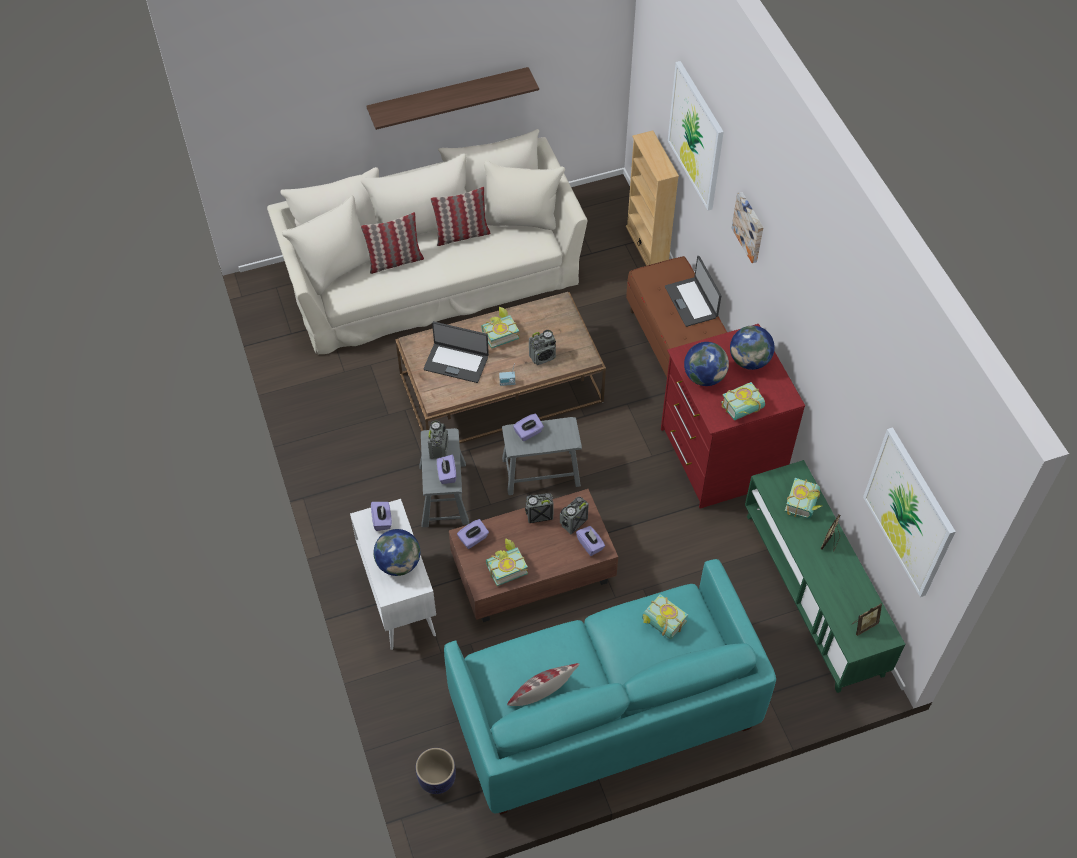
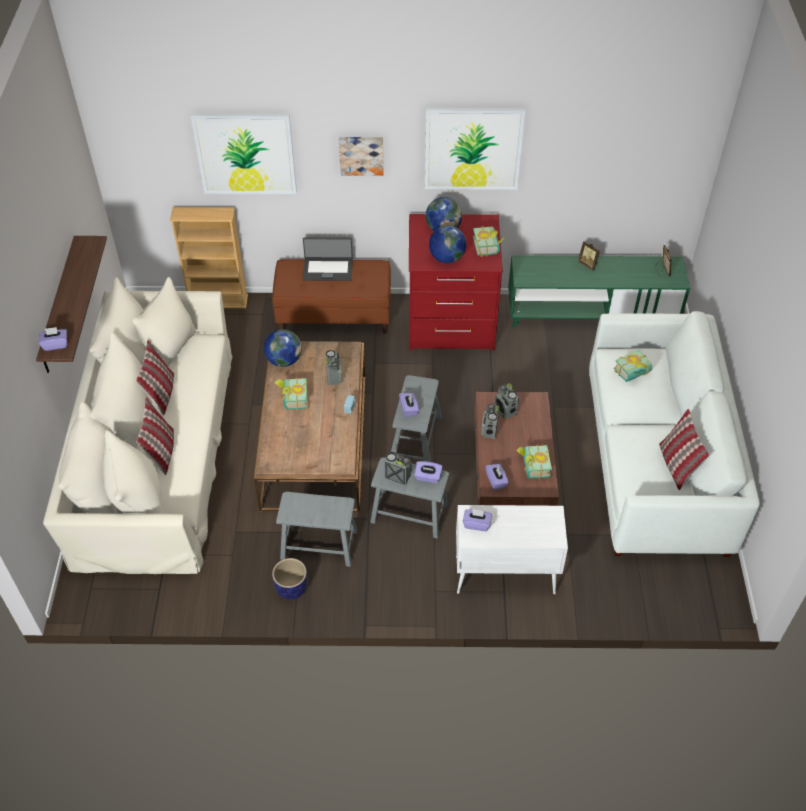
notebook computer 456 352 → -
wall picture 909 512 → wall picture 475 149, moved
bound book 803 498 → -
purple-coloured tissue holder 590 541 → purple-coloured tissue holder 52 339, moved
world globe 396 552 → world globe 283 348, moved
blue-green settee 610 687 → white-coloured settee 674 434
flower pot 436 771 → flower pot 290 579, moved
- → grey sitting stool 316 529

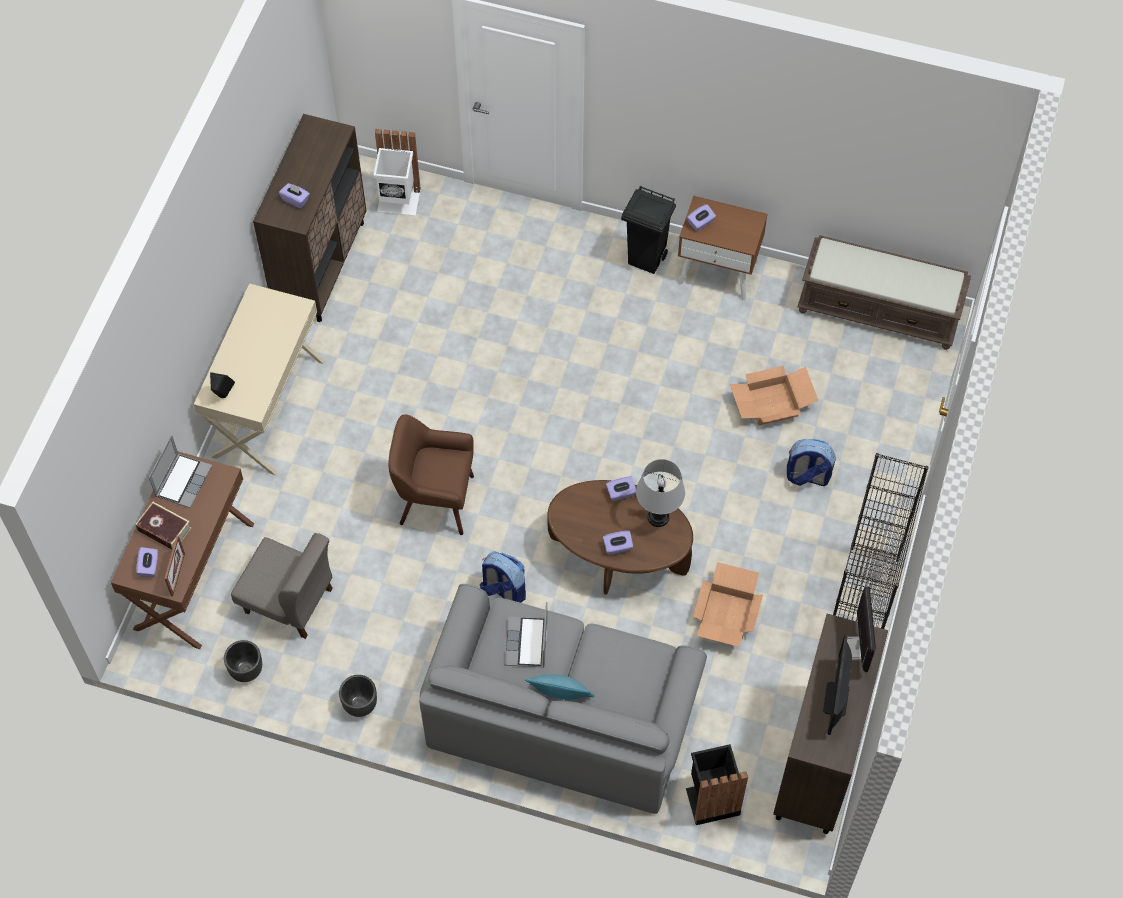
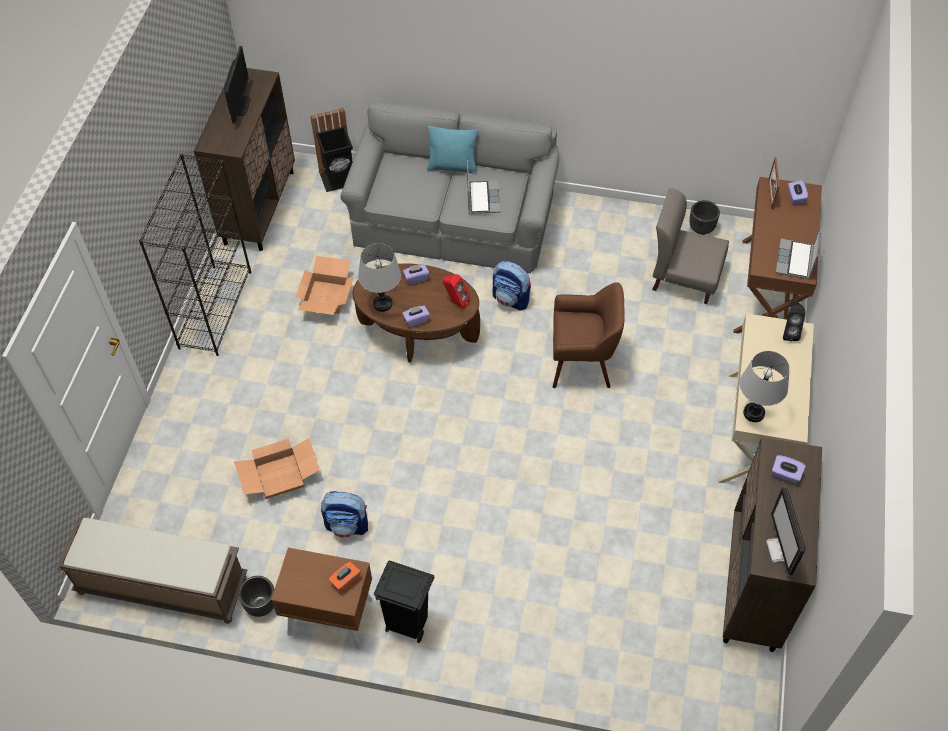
white-coloured trash can 397 172 → -
purple-coloured tissue holder 701 217 → orange tissue holder 345 577
knapsack 811 462 → knapsack 344 514, moved
bound book 163 526 → -
monitor 861 629 → monitor 786 531, moved
blackish flower pot 358 696 → blackish flower pot 256 596, moved
- → red-coloured audio speaker 456 291
- → grey table lamp 765 386

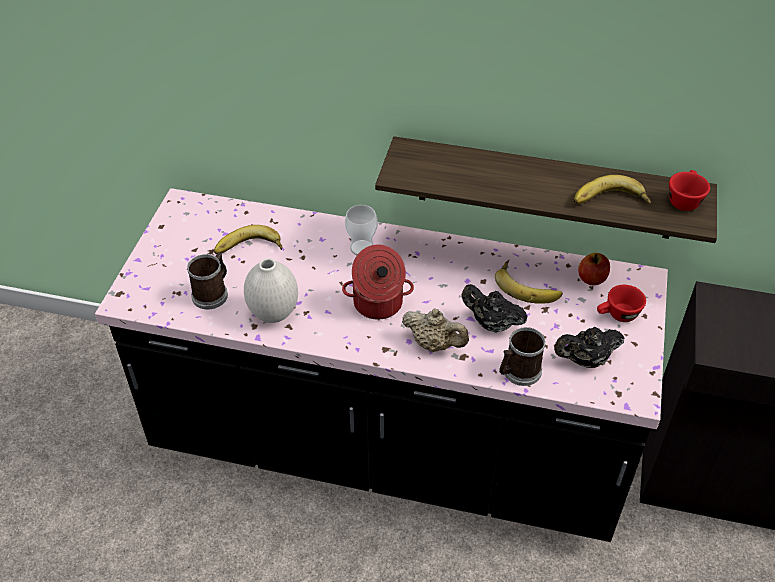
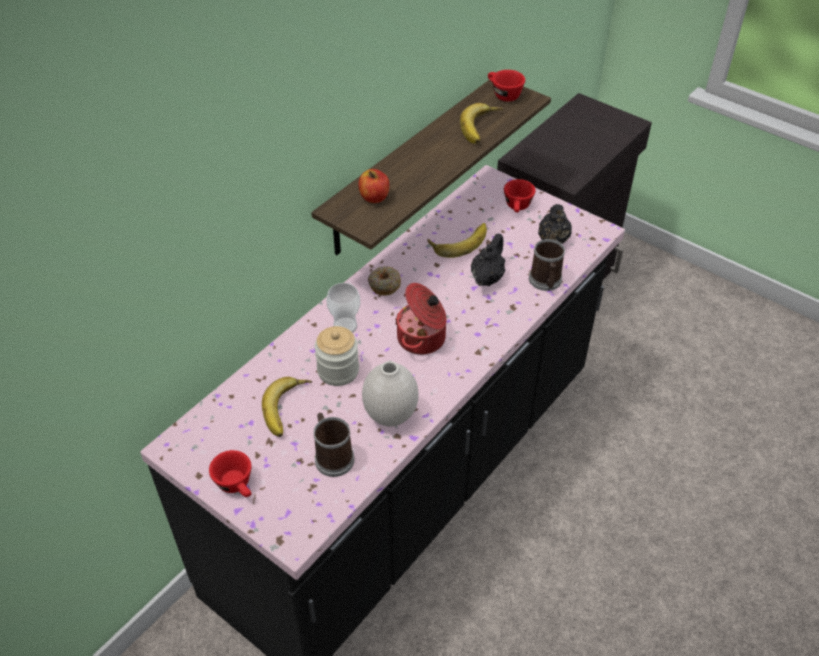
whole apple 594 269 → whole apple 374 186, moved
blackish tea pot 494 308 → blackish tea pot 488 259, 150 degrees clockwise
beige-coloured tea pot 435 330 → -
- → donut 384 281
- → preserve jar 336 356
- → red-coloured cup 230 473

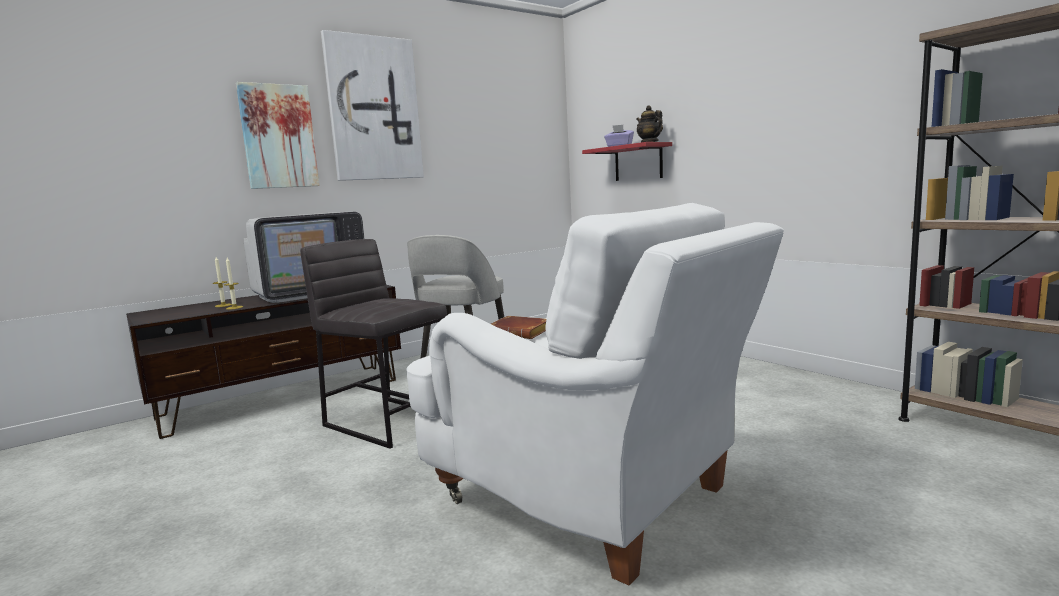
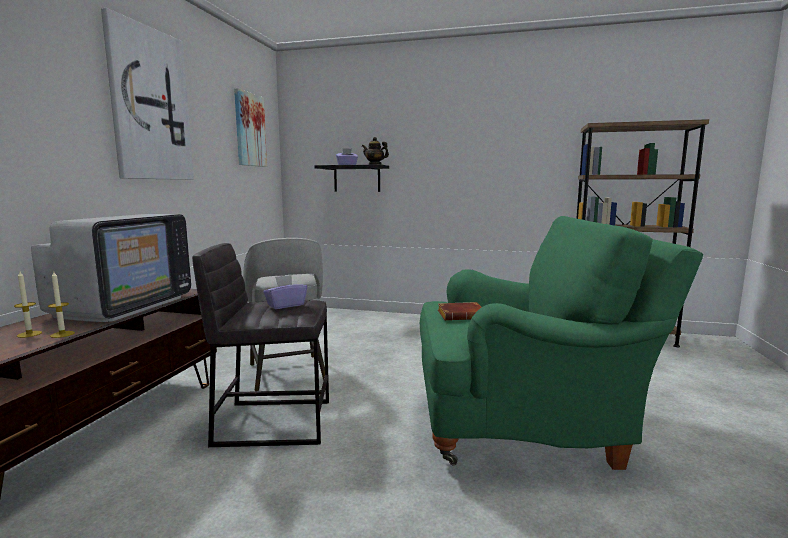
wall picture 278 135 → wall picture 250 127, moved
red-coloured wall shelf 627 161 → blackish wall shelf 351 178
white-coloured easy chair 595 394 → green-coloured easy chair 561 343
- → purple-coloured tissue holder 285 292

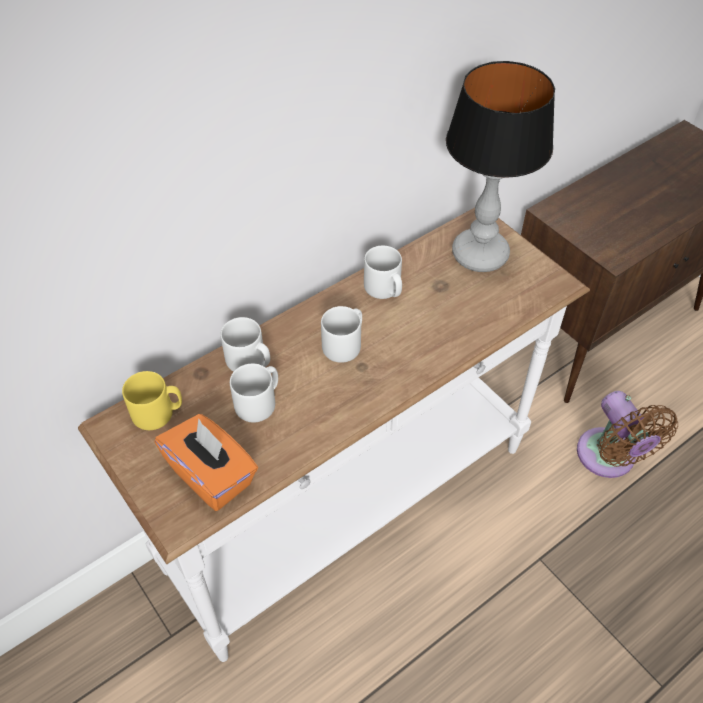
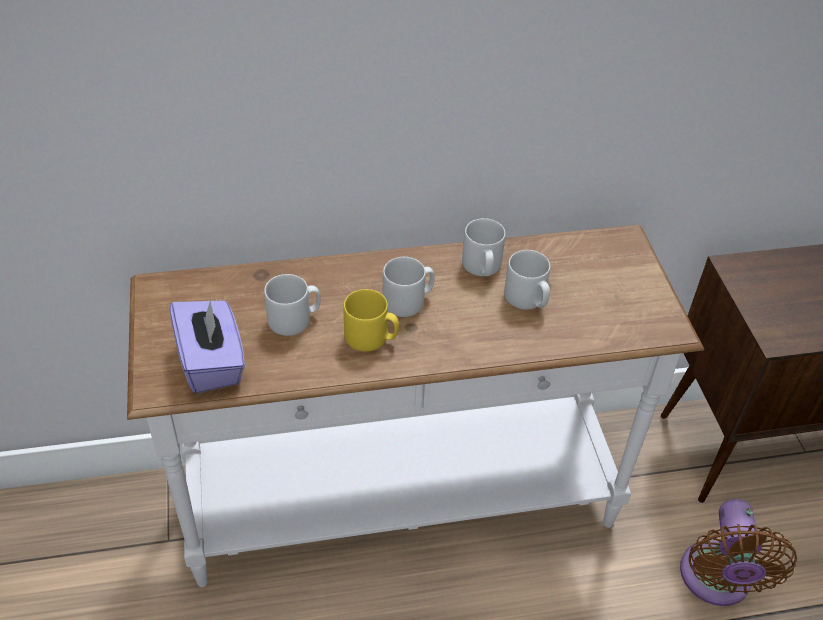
table lamp 500 166 → -
grey mug 245 344 → grey mug 527 280, moved
yellow-coloured mug 152 400 → yellow-coloured mug 371 320, moved
orange tissue holder 206 462 → purple-coloured tissue holder 207 346

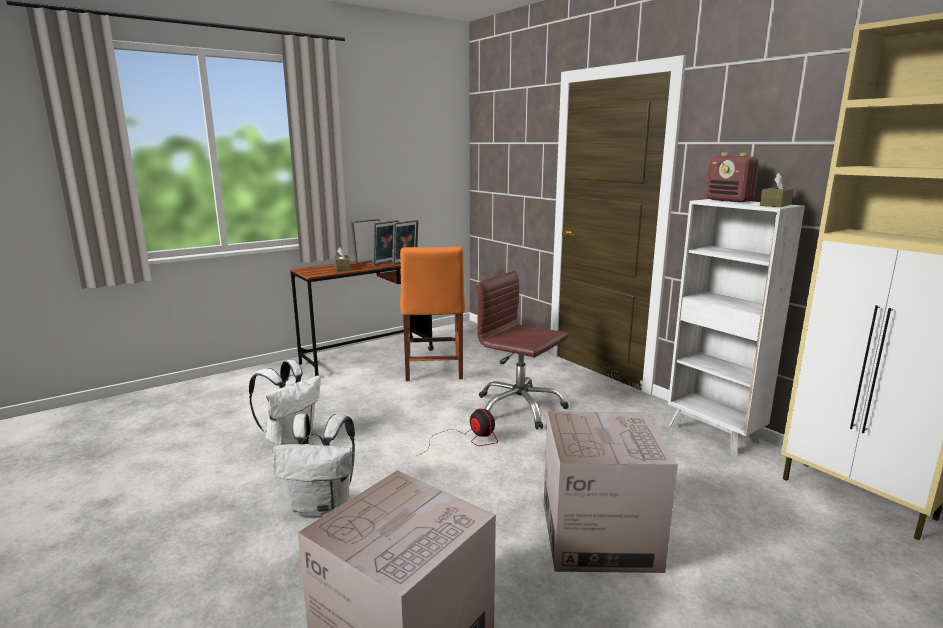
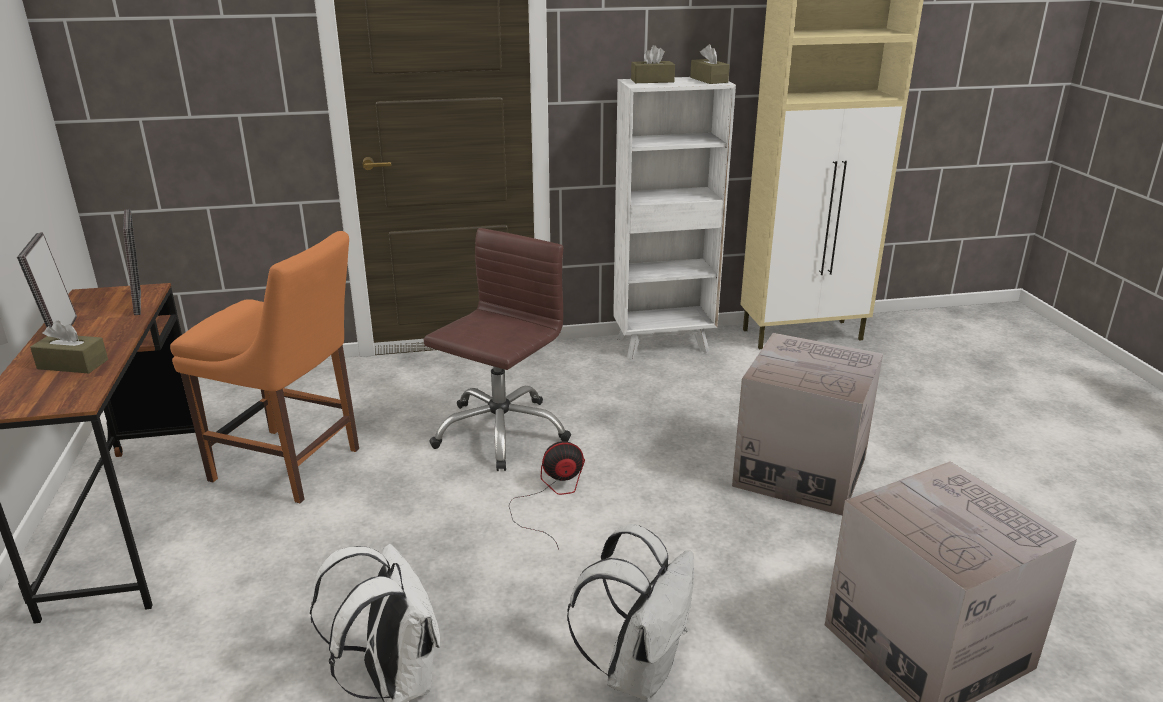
radio set 732 177 → brown tissue holder 653 64
picture frame 386 242 → -
brown desk chair 523 350 → brown desk chair 497 349, 150 degrees clockwise

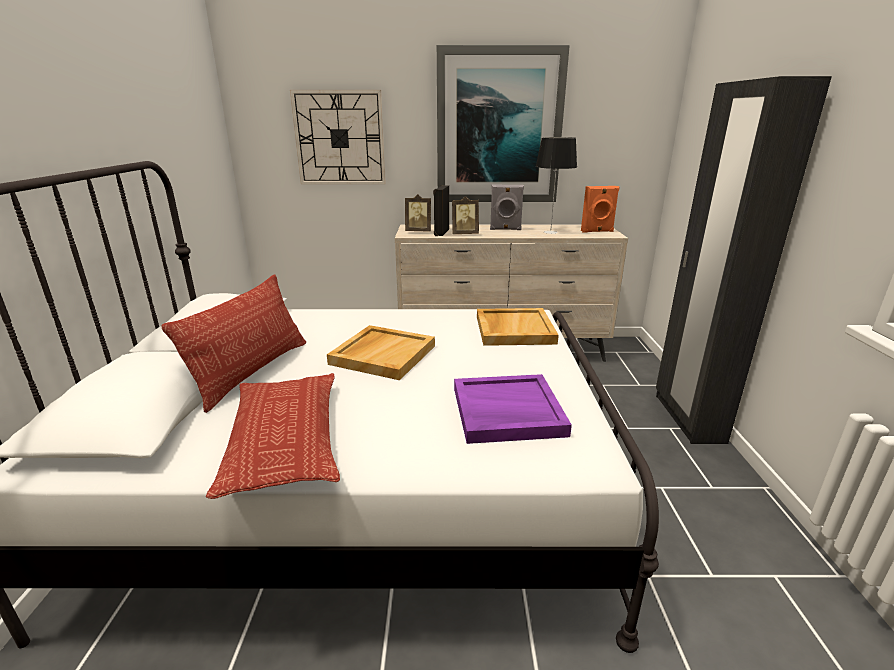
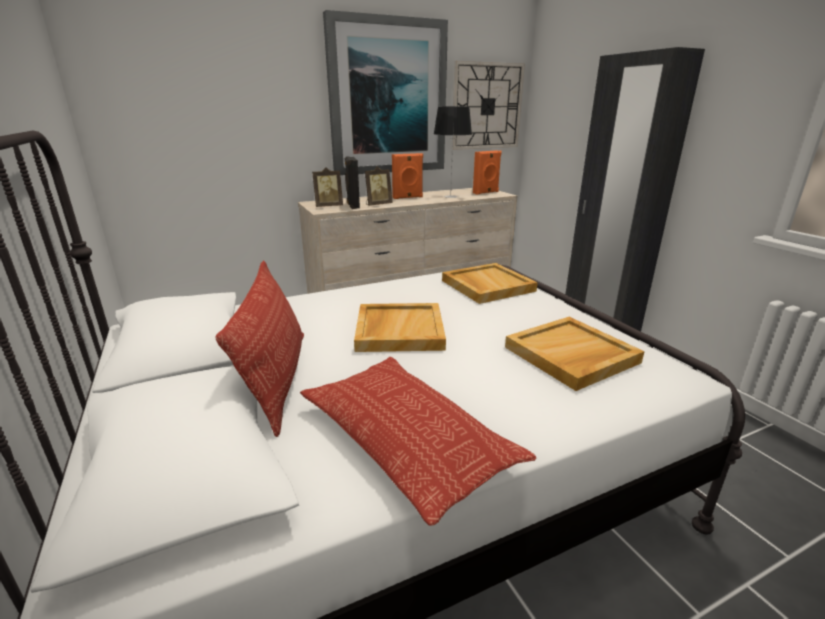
hanging clock 338 137 → hanging clock 489 105, moved
grey audio speaker 507 207 → orange audio speaker 407 176
purple-coloured carrying tray 513 409 → beige-coloured carrying tray 575 354

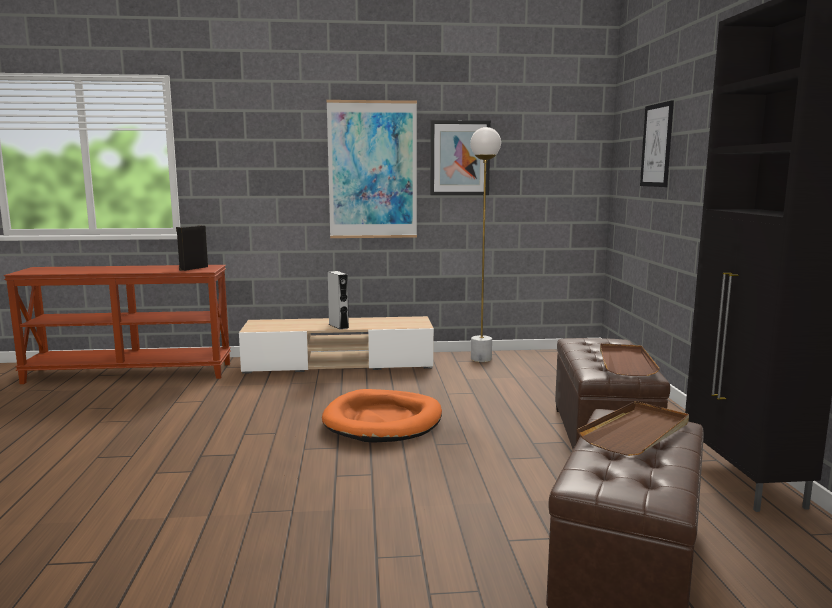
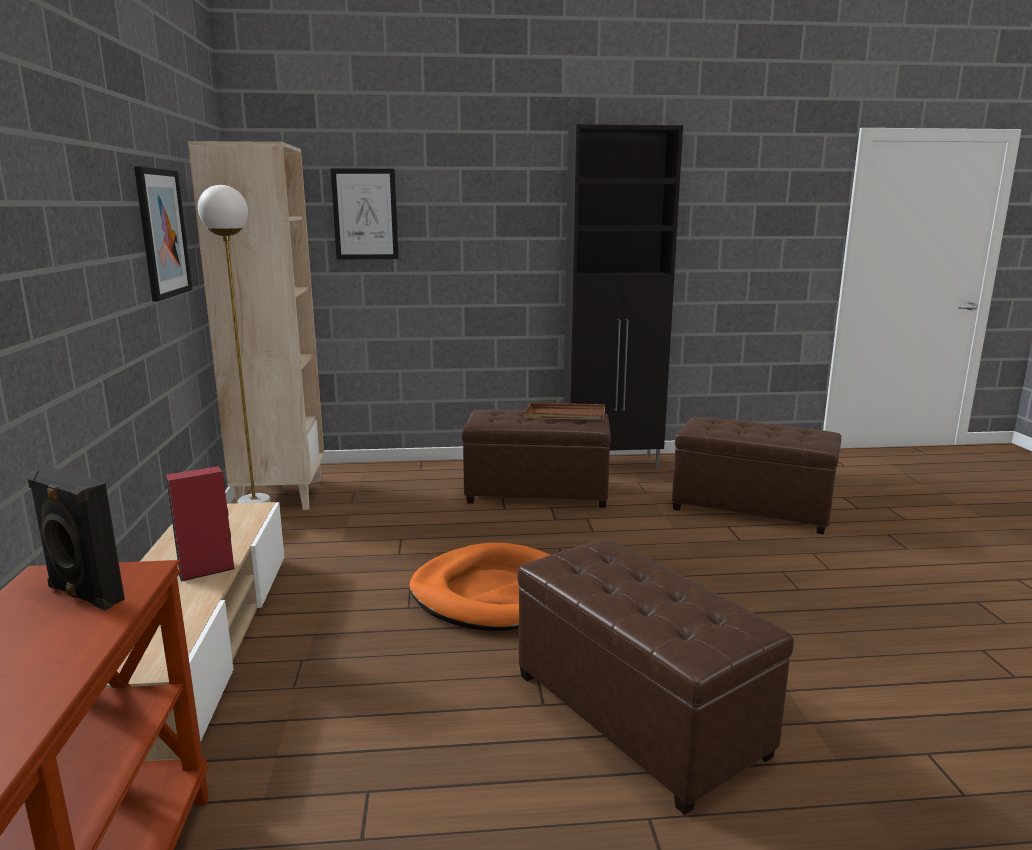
wall picture 372 169 → -
grey audio speaker 338 300 → red-coloured audio speaker 200 524
brown carrying tray 633 428 → -
- → beige-coloured shelving unit 256 325
- → brown ottoman 655 677

